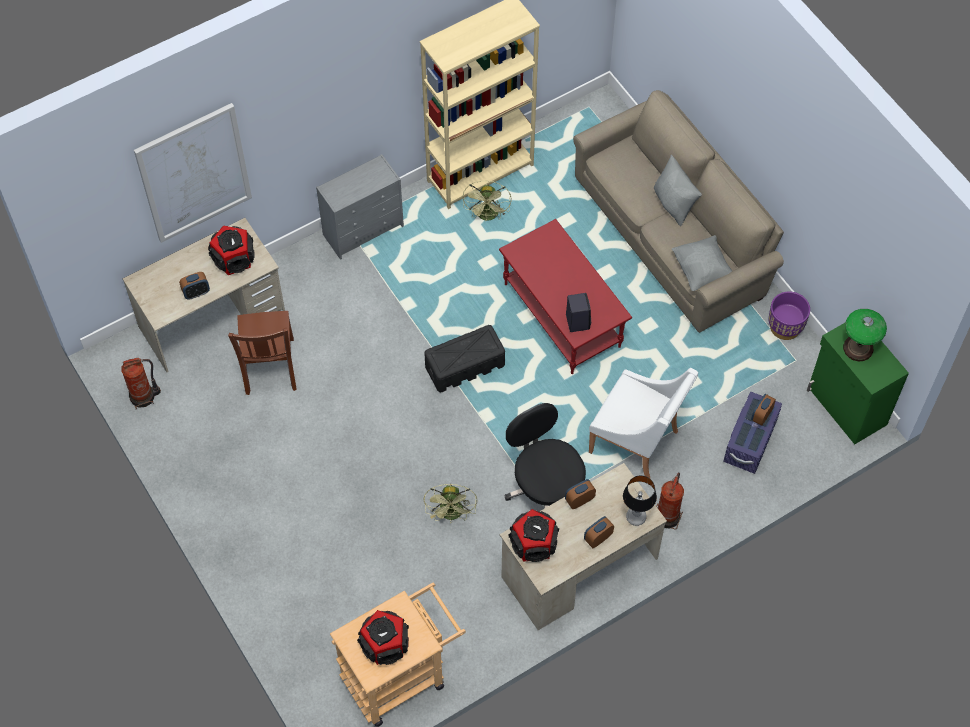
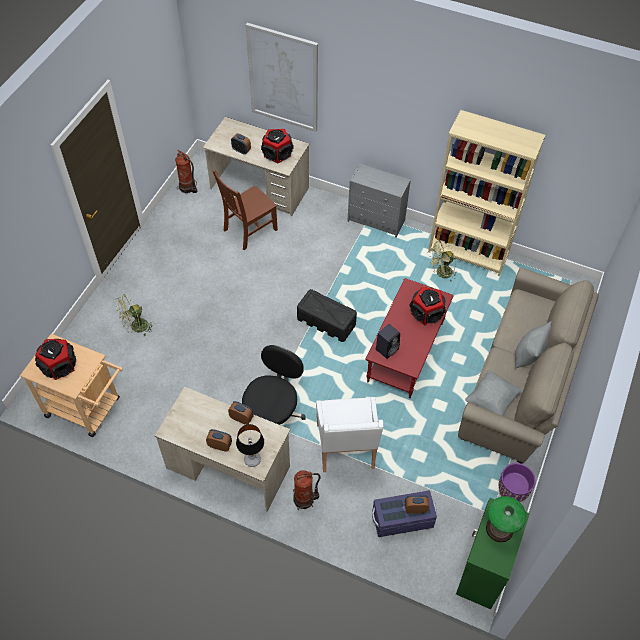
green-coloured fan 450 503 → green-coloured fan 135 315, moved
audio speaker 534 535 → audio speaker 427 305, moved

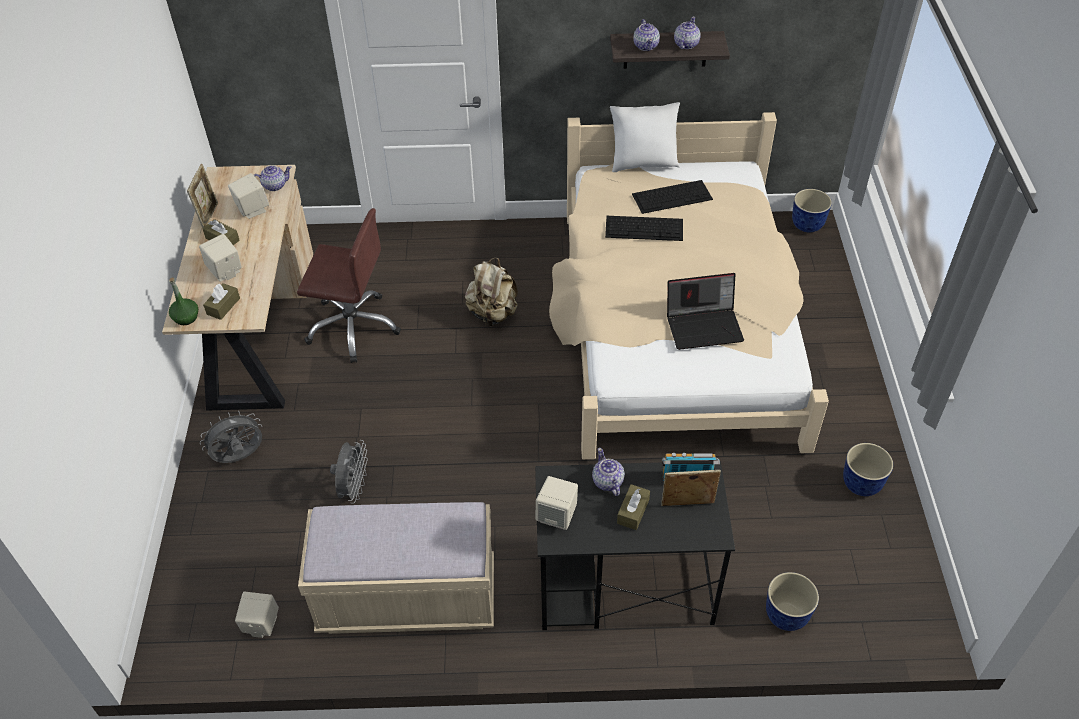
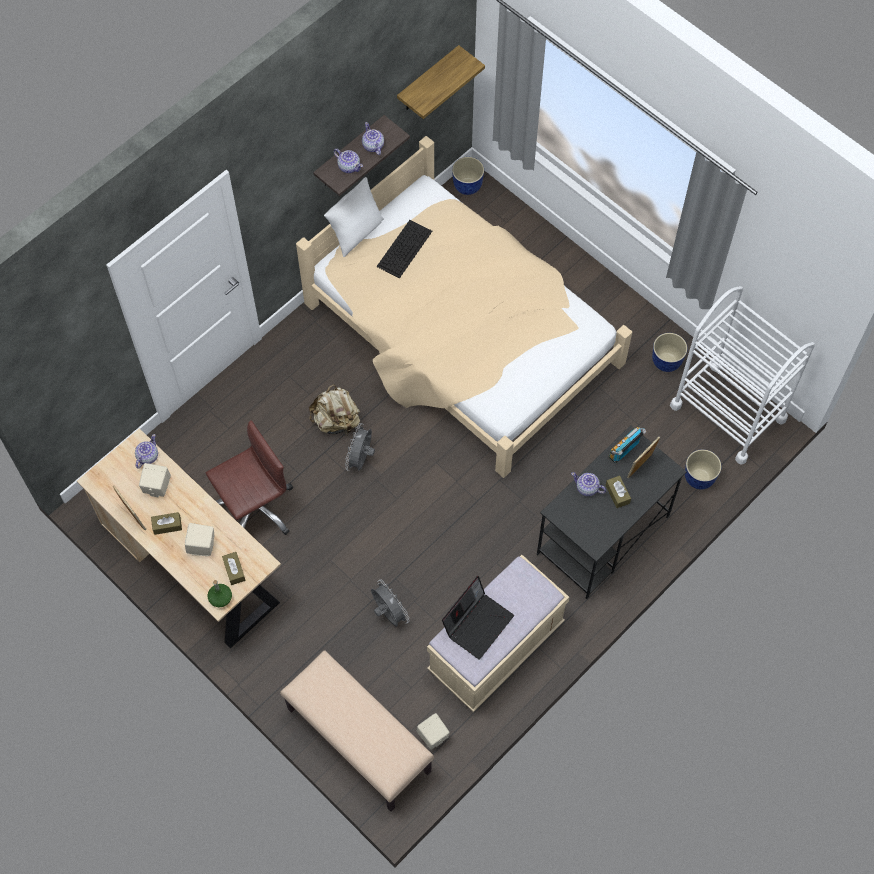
computer keyboard 644 228 → -
notebook computer 705 311 → notebook computer 478 618, moved
grey fan 231 437 → grey fan 360 447, moved
beige-coloured audio speaker 556 503 → -
- → wall shelf 441 82
- → white-coloured trolley 742 375
- → beige-coloured indoor bench 357 731

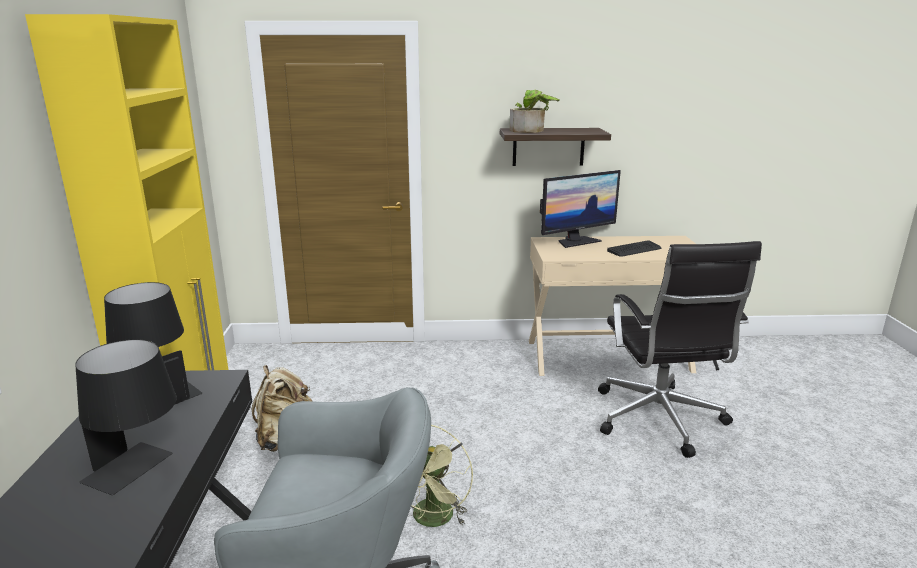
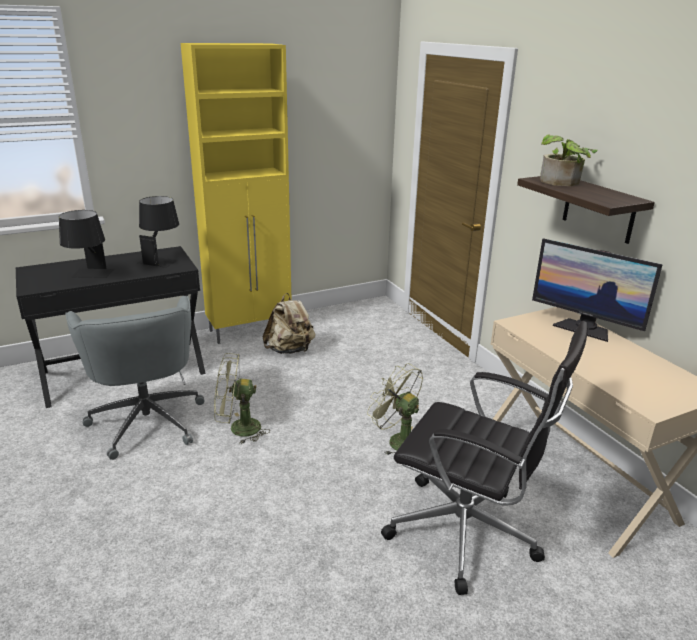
computer keyboard 634 248 → -
blackish desk chair 680 349 → blackish desk chair 484 458, 120 degrees counterclockwise
- → green-coloured fan 395 409

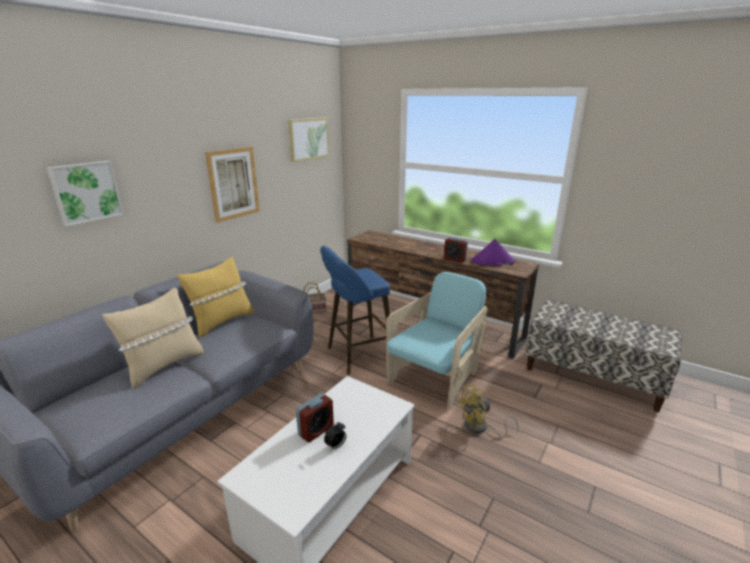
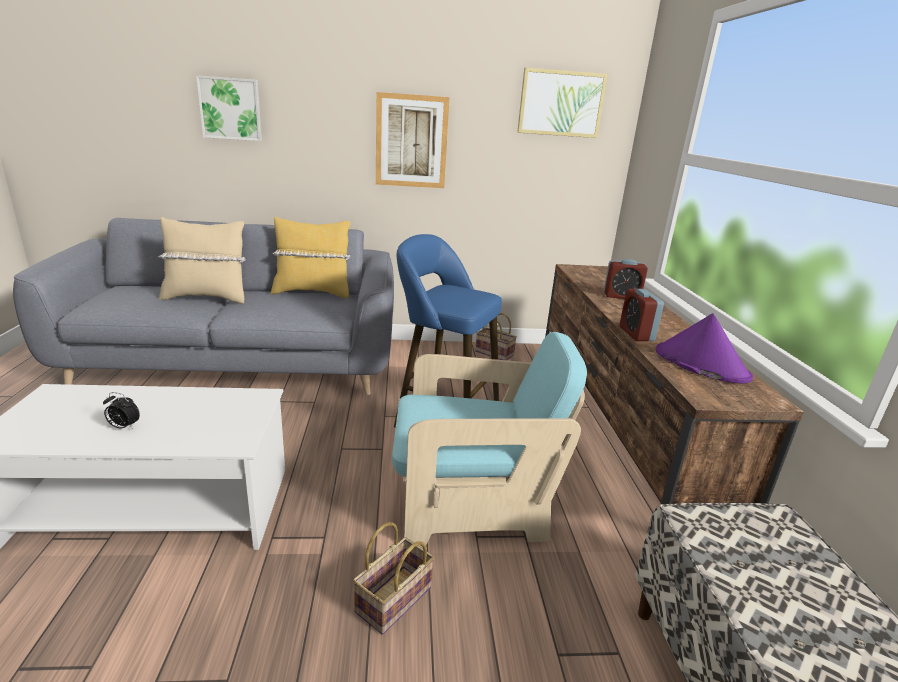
yellow-coloured fan 488 411 → basket 393 578
alarm clock 315 418 → alarm clock 626 279, moved

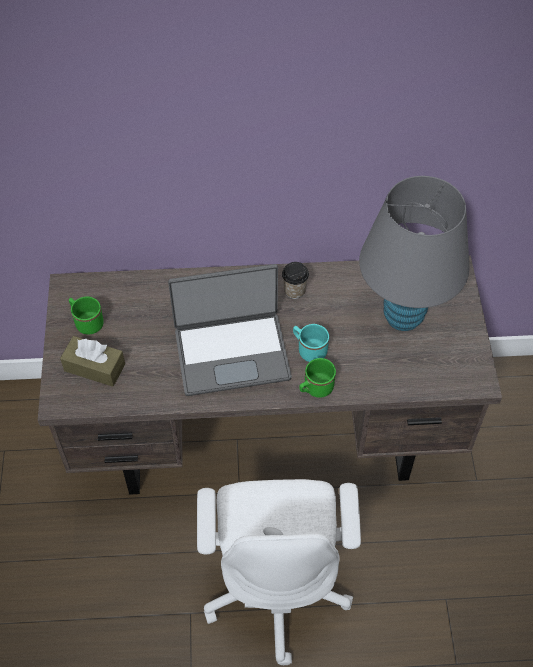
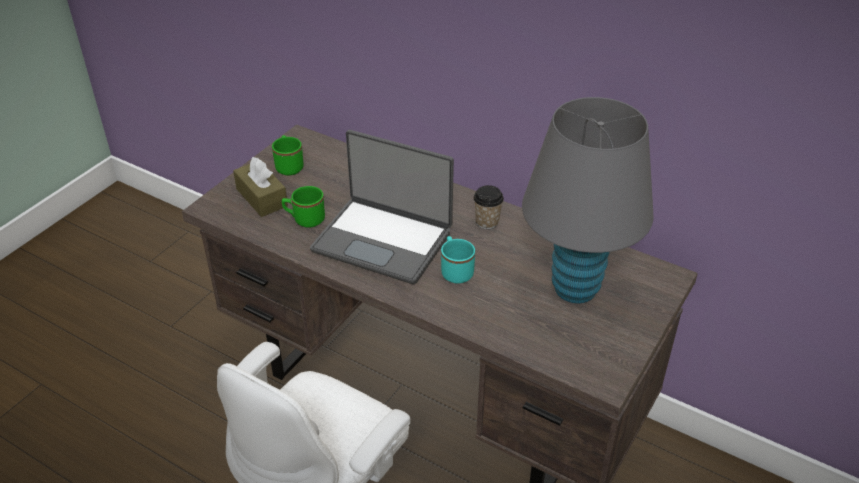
green-coloured mug 317 378 → green-coloured mug 303 207, moved

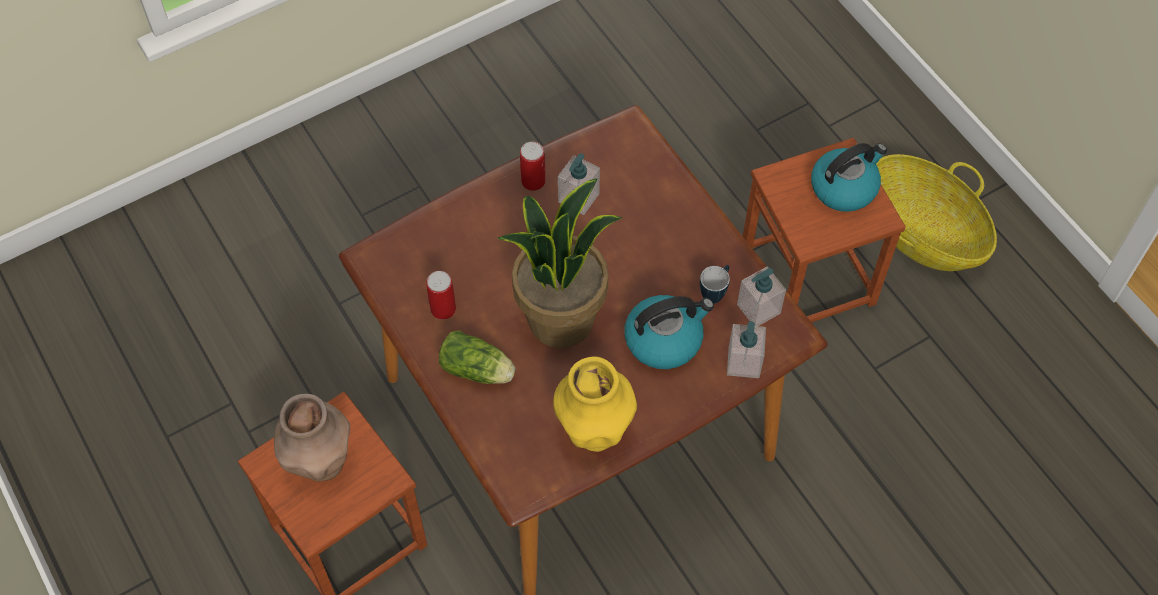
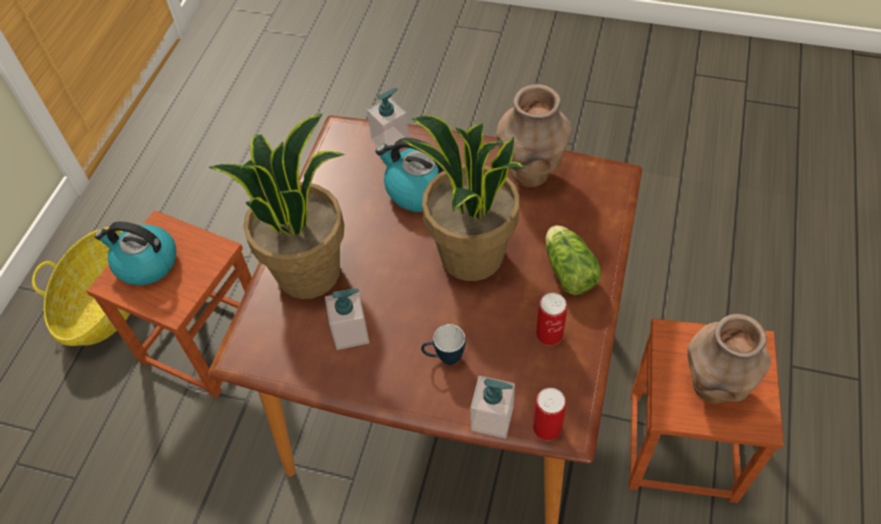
sealed can 532 166 → sealed can 549 414, moved
mug 715 284 → mug 443 344, moved
soap bottle 761 296 → soap bottle 492 407, moved
yellow-coloured flower vase 595 404 → brown flower vase 534 135
- → houseplant 277 206

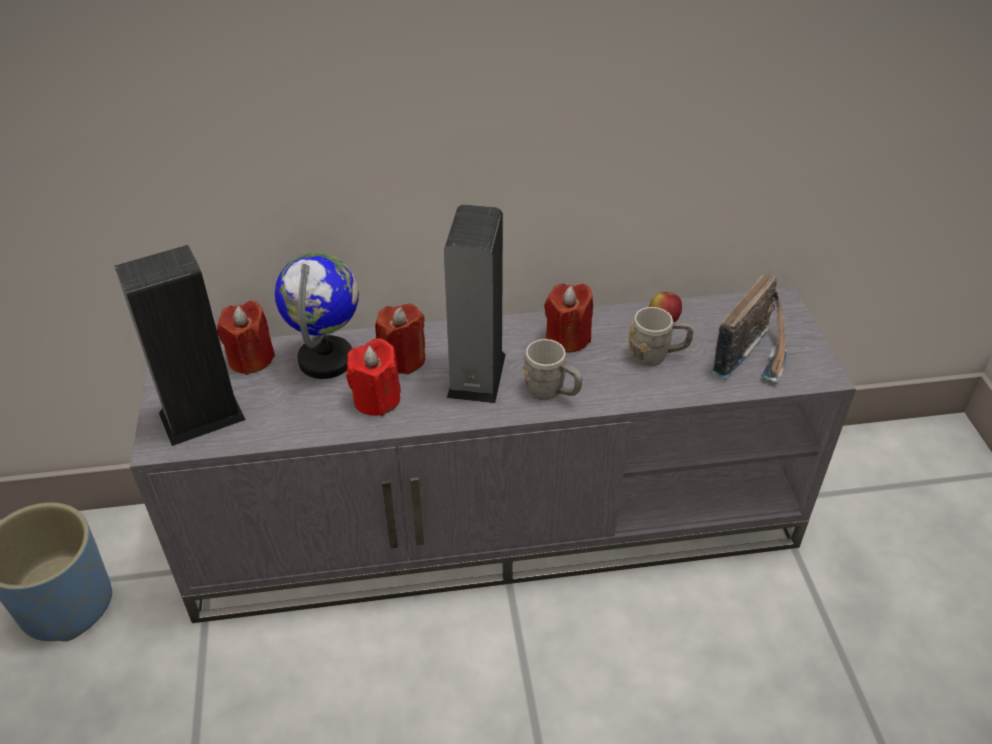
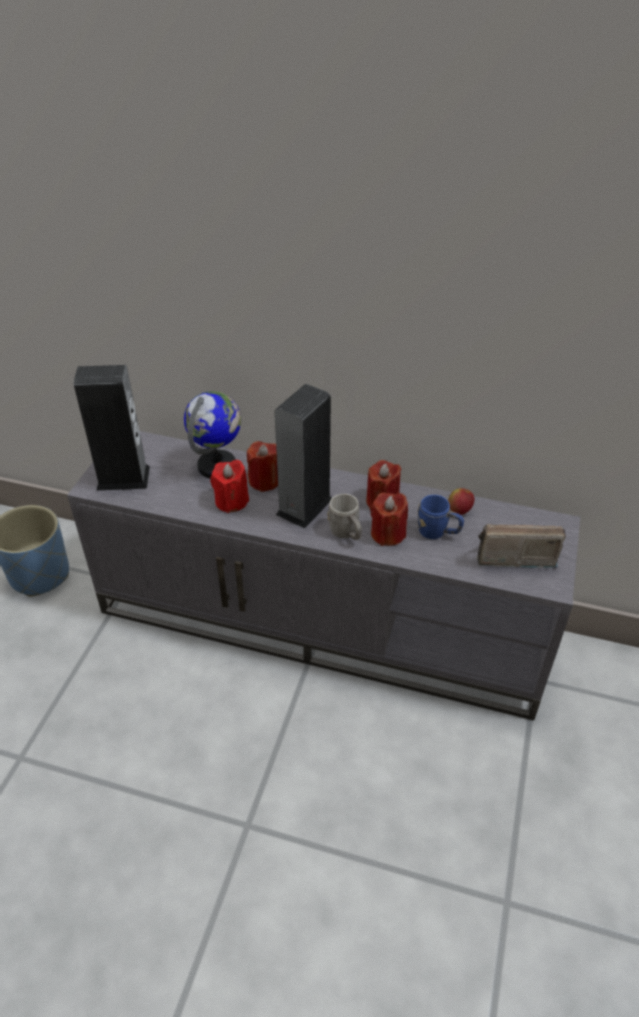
radio set 749 329 → radio set 521 546, 150 degrees counterclockwise
red-coloured wax candle 246 338 → red-coloured wax candle 389 519, moved
grey mug 661 336 → blue mug 441 517

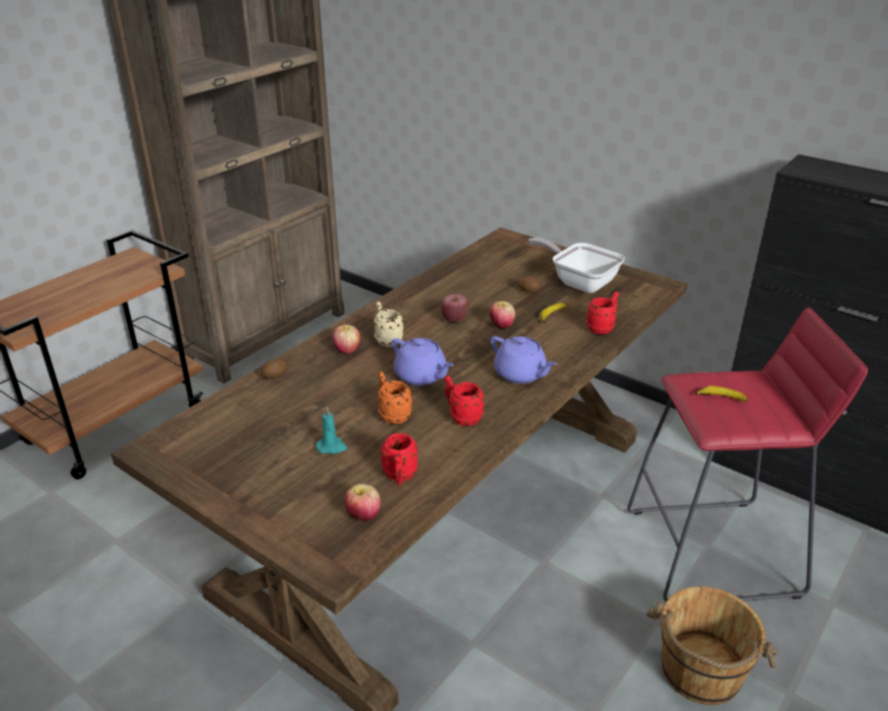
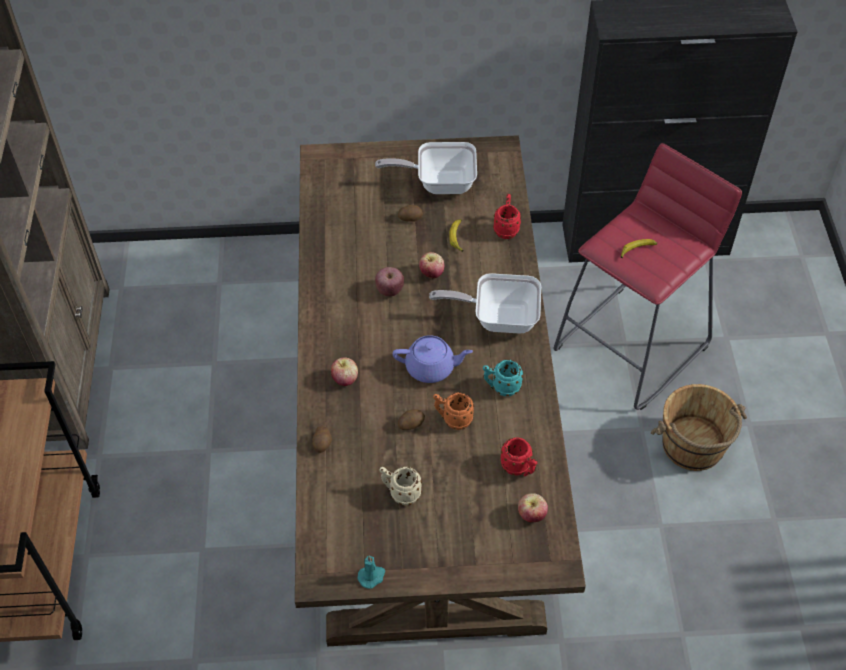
beige-coloured mug 389 324 → beige-coloured mug 400 486, moved
purple-coloured tea pot 524 360 → pan 485 303
red-coloured mug 464 400 → blue-green mug 503 378
blue-green wax candle 331 430 → blue-green wax candle 371 572, moved
- → whole potato 411 419

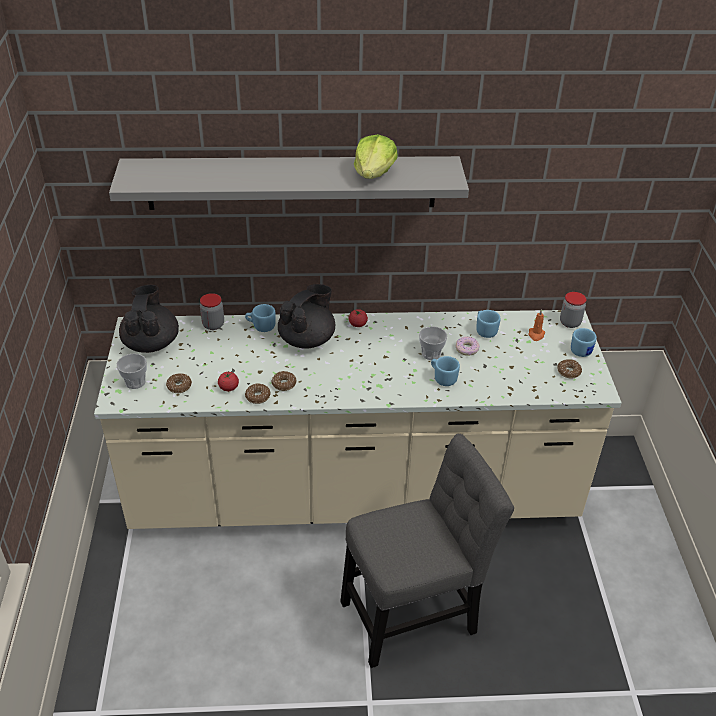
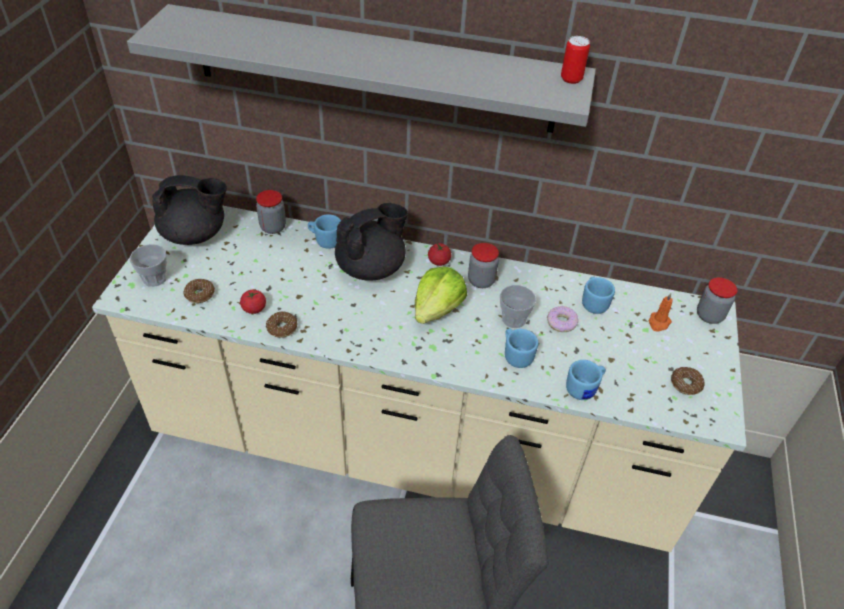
lettuce head 376 156 → lettuce head 441 295, moved
blackish tea pot 149 319 → blackish tea pot 189 210, 75 degrees clockwise
blue mug 584 342 → blue mug 586 380, moved
donut 284 381 → -
- → sealed can 575 60
- → preserve jar 483 265

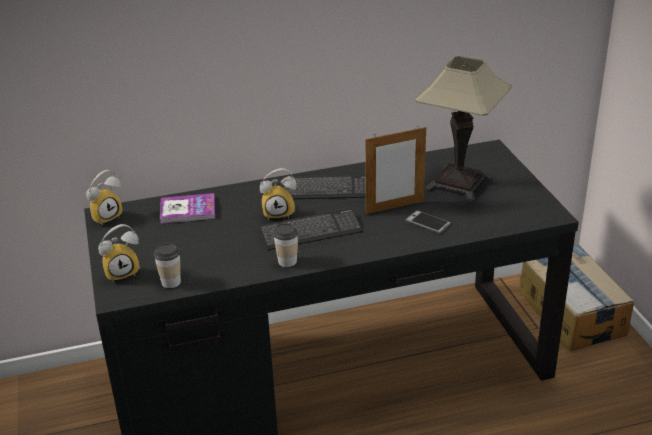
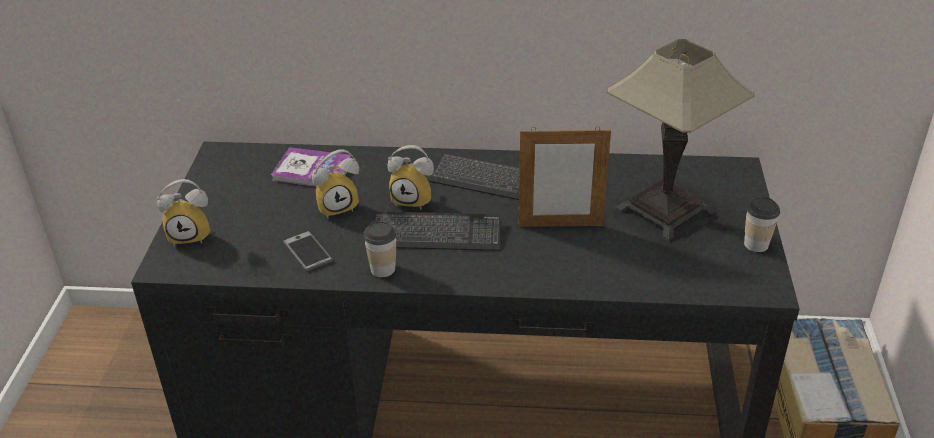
alarm clock 104 198 → alarm clock 335 183, moved
telephone 428 222 → telephone 308 251, moved
cup 167 265 → cup 762 224, moved

